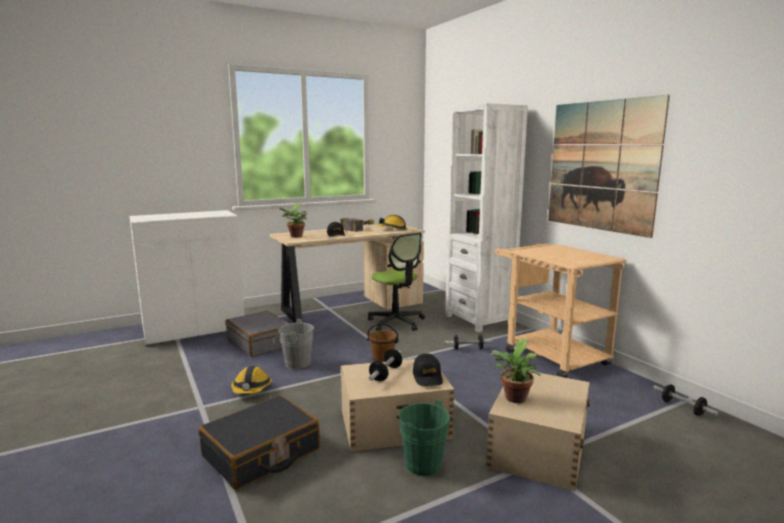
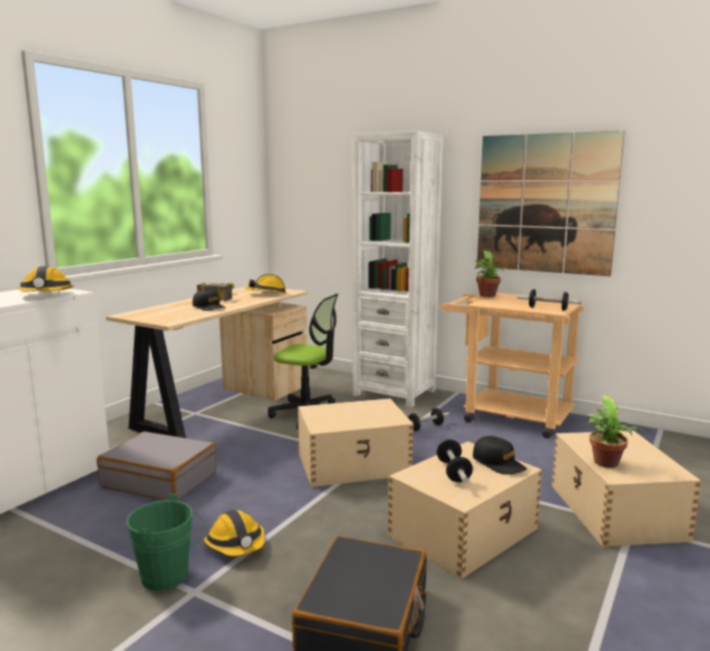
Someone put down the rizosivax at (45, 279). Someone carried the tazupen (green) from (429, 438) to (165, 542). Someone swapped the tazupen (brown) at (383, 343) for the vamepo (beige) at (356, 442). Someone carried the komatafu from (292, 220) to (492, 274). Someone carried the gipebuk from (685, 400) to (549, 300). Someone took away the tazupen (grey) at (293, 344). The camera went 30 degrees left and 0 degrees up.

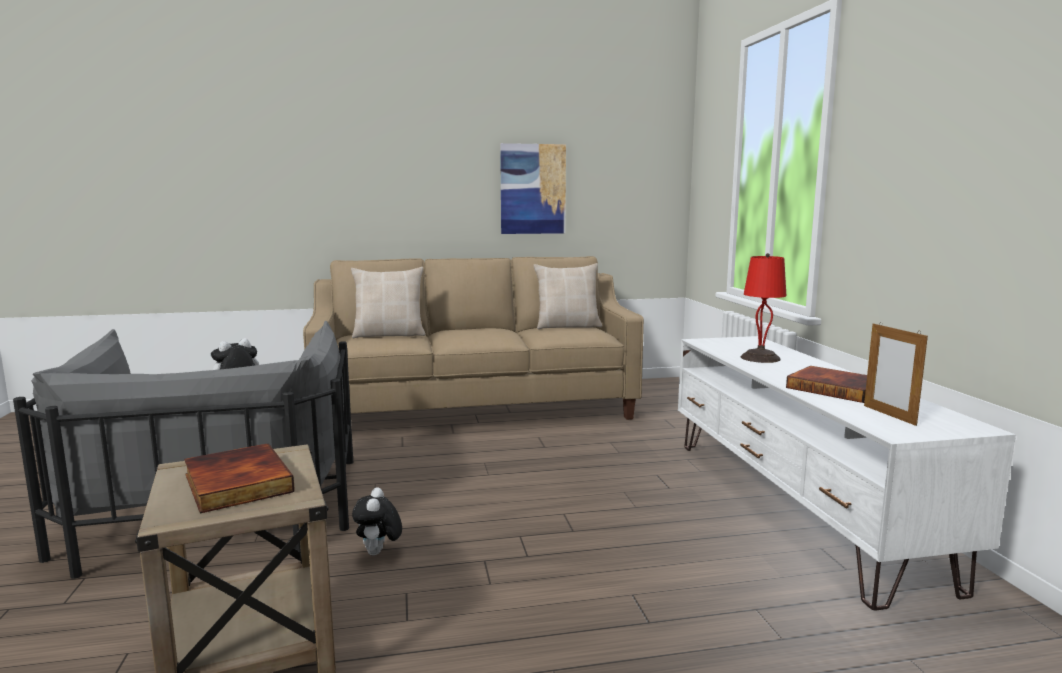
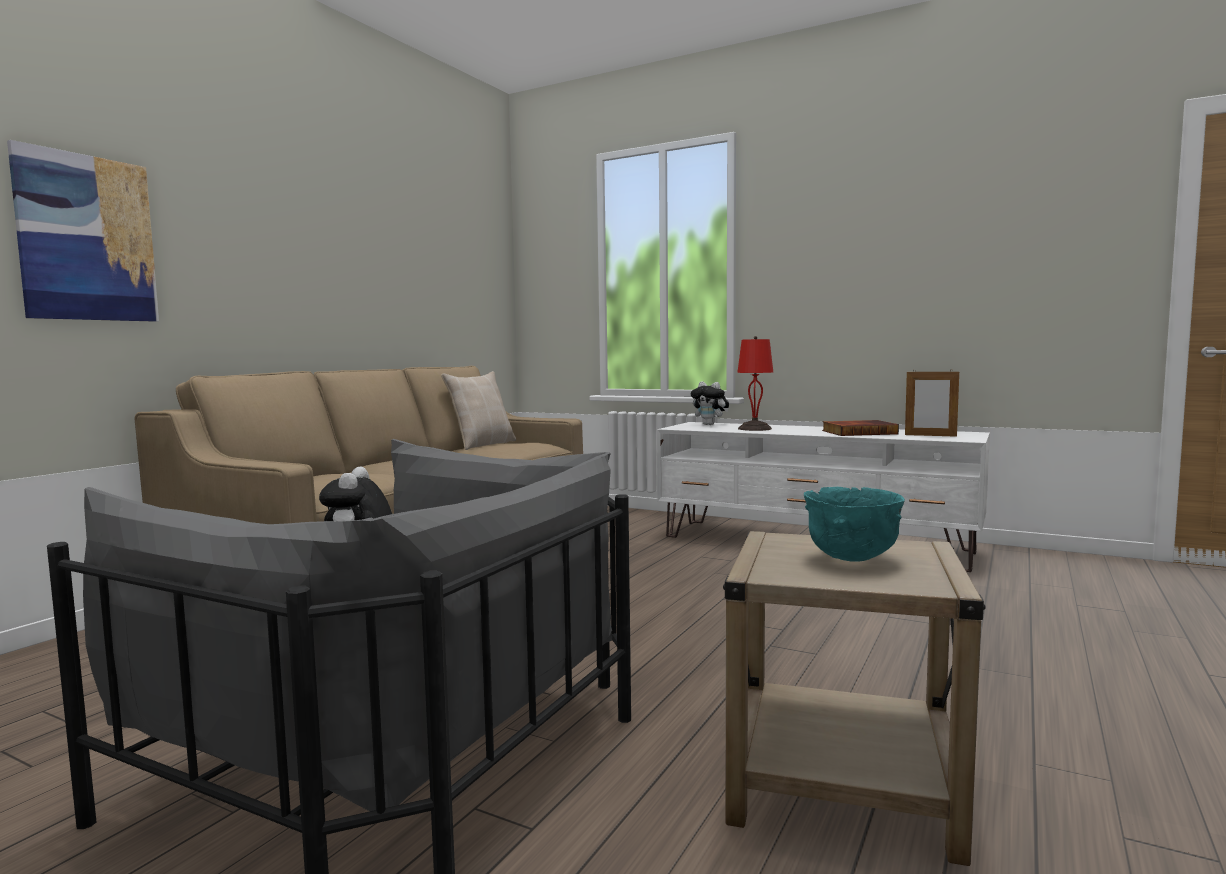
Someone carried the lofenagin from (533, 188) to (83, 231). Someone carried the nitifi from (377, 521) to (710, 403). Someone swapped the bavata at (239, 478) for the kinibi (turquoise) at (854, 524). Someone took away the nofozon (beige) at (388, 302). The camera went 50 degrees left and 5 degrees down.

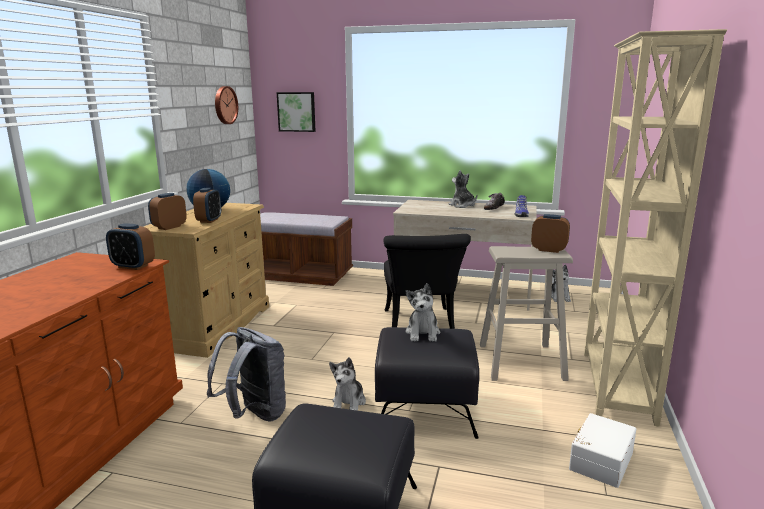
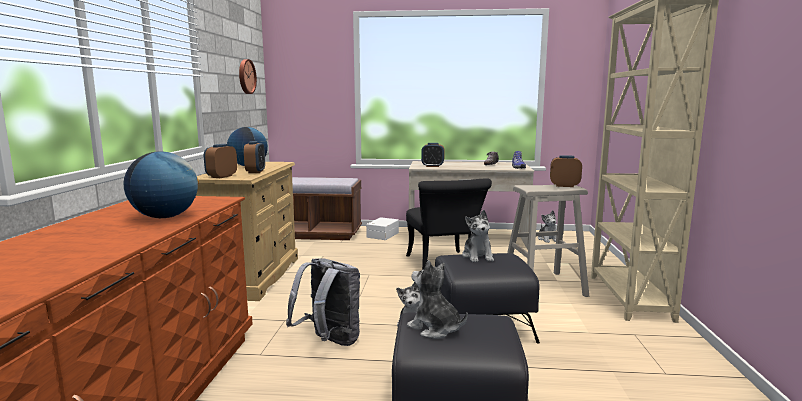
Someone put down the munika at (161, 184). Someone carried the vamepo (white) from (602, 450) to (382, 228). Someone carried the nitifi from (463, 189) to (437, 299). Someone carried the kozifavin from (130, 246) to (433, 155). Someone took away the lofenagin at (296, 112). The camera went 10 degrees left and 5 degrees down.

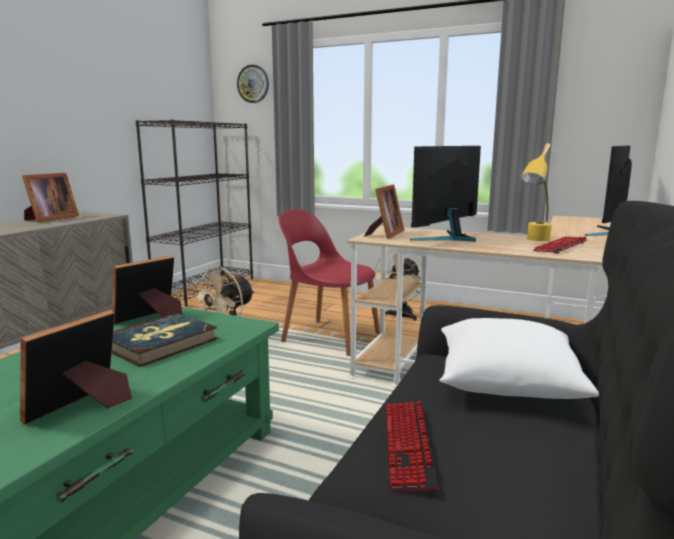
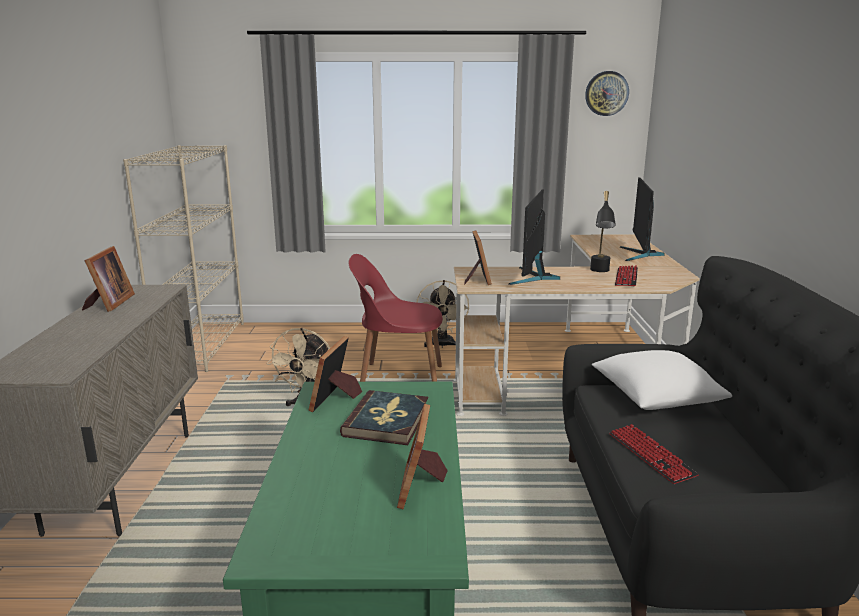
Someone repainted the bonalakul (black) at (194, 213), which became the bonalakul (beige) at (183, 258). Someone carried the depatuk from (253, 84) to (607, 93). Someone repainted the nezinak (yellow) at (536, 192), which became the nezinak (black) at (603, 231). The camera went 25 degrees left and 5 degrees up.

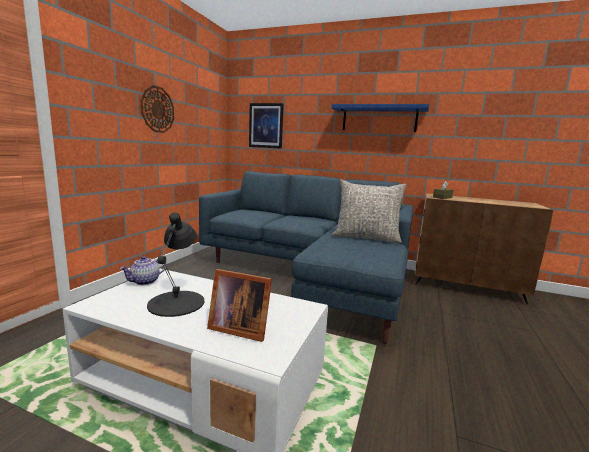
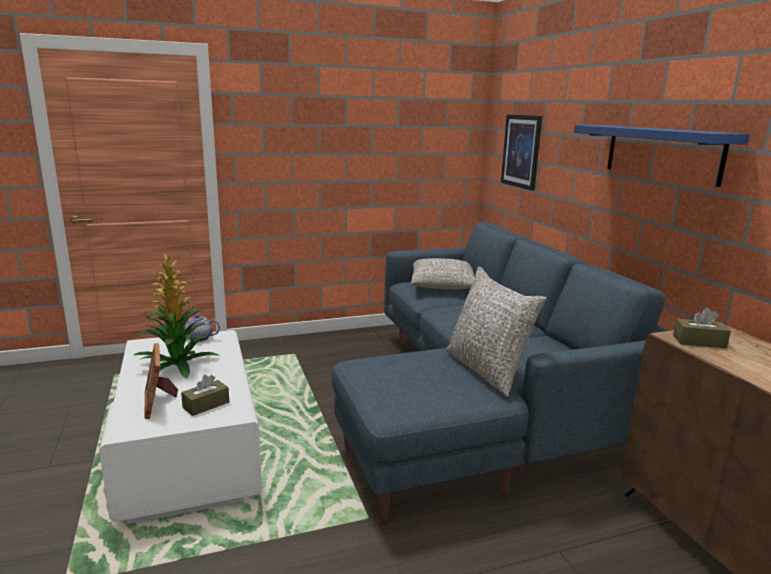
Someone swapped the nezinak (black) at (175, 264) for the komatafu at (176, 316). Someone put down the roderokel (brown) at (205, 395). Someone put down the nofozon (grey) at (443, 273). Someone took away the depatuk at (157, 109). The camera went 50 degrees right and 5 degrees up.

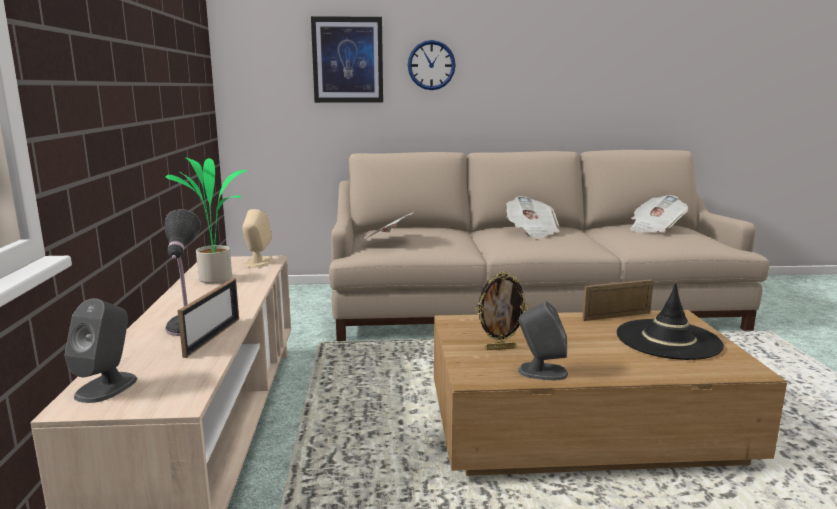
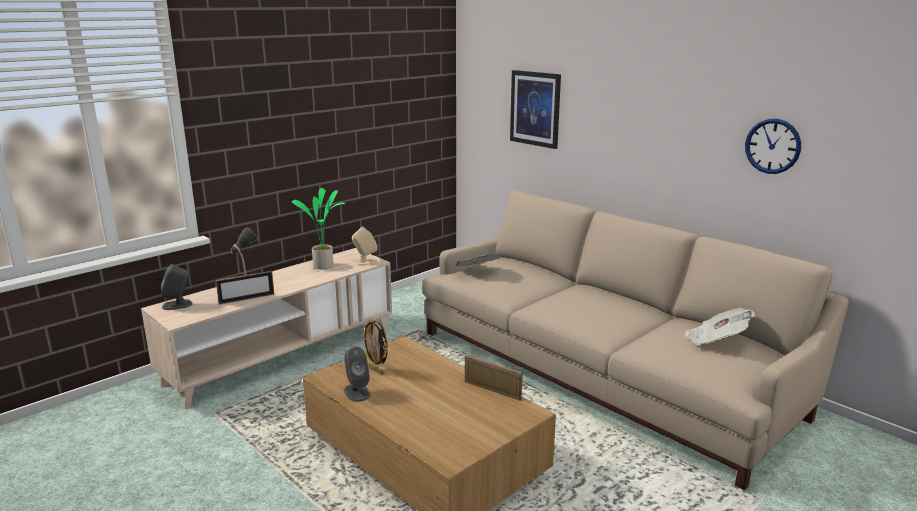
Someone carried the depatuk from (432, 65) to (773, 146). Someone took away the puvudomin at (533, 217). Someone took away the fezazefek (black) at (670, 321). The camera went 50 degrees right and 5 degrees up.

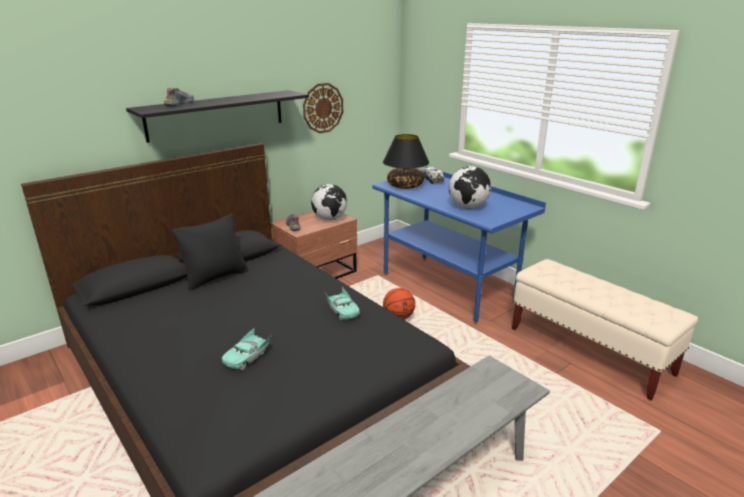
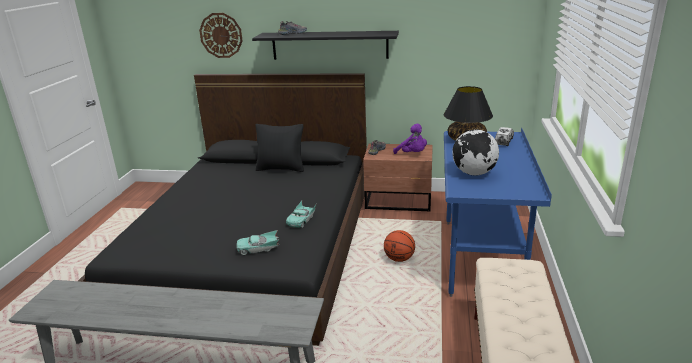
Someone carried the depatuk from (323, 108) to (221, 35). Someone carried the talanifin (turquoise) from (247, 348) to (258, 242). Someone swapped the munika at (329, 202) for the nitifi (purple) at (410, 139). The camera went 50 degrees right and 0 degrees up.

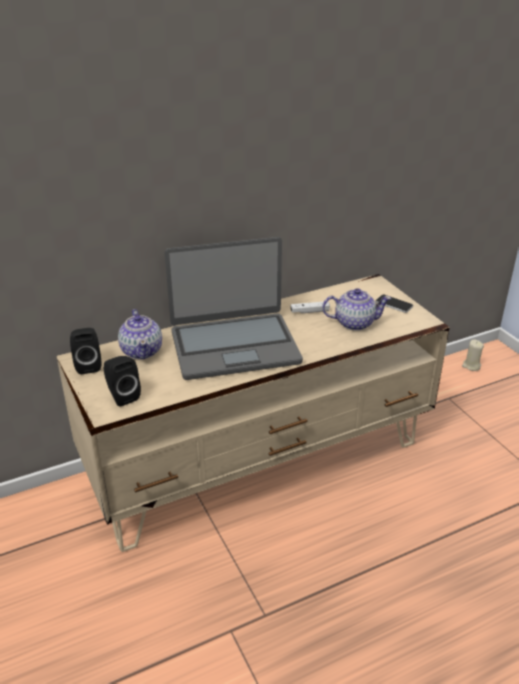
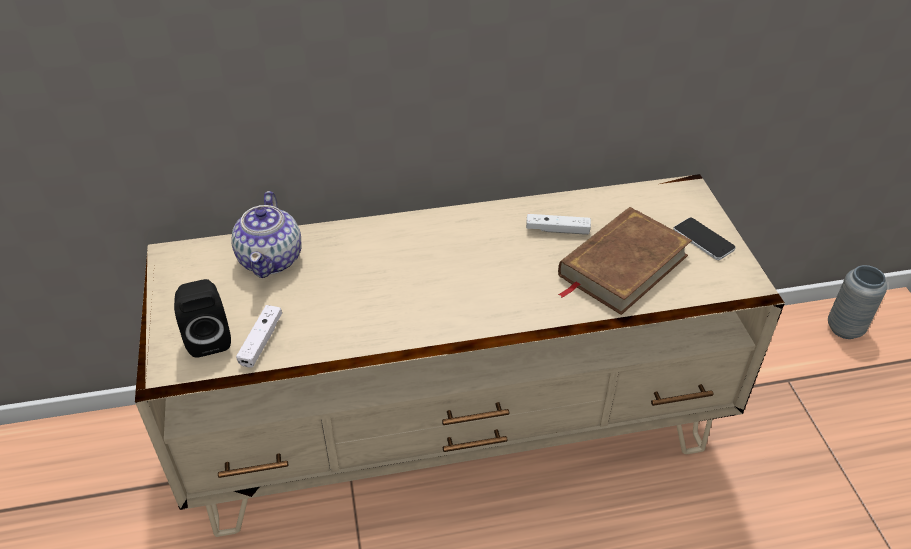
Someone put down the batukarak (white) at (259, 336). Someone swapped the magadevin at (356, 309) for the bavata (brown) at (625, 261). Someone swapped the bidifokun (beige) at (473, 355) for the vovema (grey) at (857, 302). Someone took away the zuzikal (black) at (86, 351). Someone took away the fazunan at (234, 308). The camera went 15 degrees right and 10 degrees up.

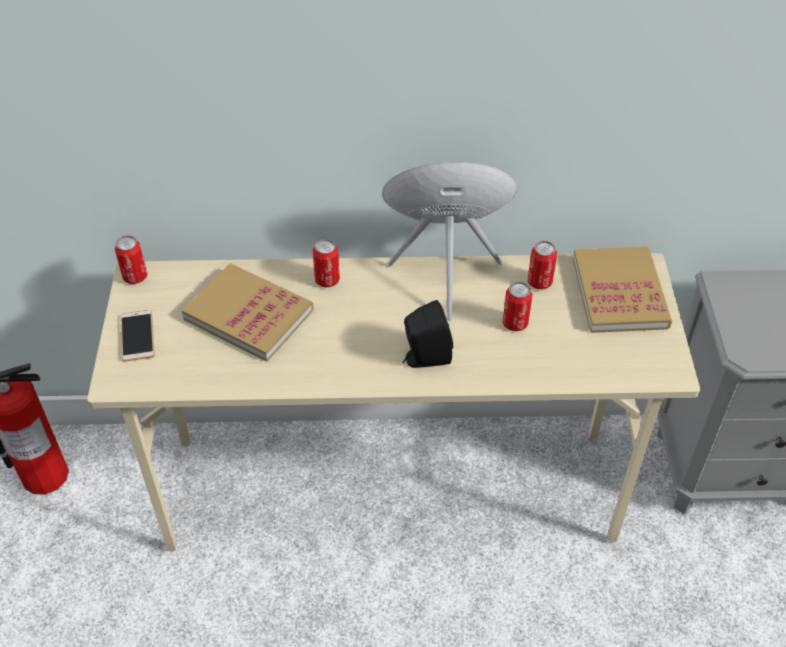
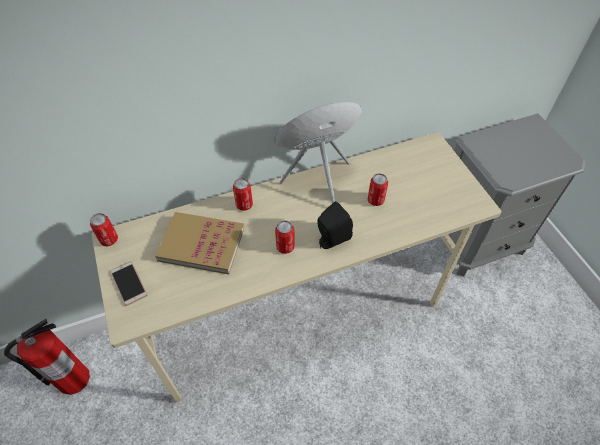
Someone carried the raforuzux from (542, 265) to (285, 237). Someone took away the bavata at (622, 290). The camera went 20 degrees left and 5 degrees up.

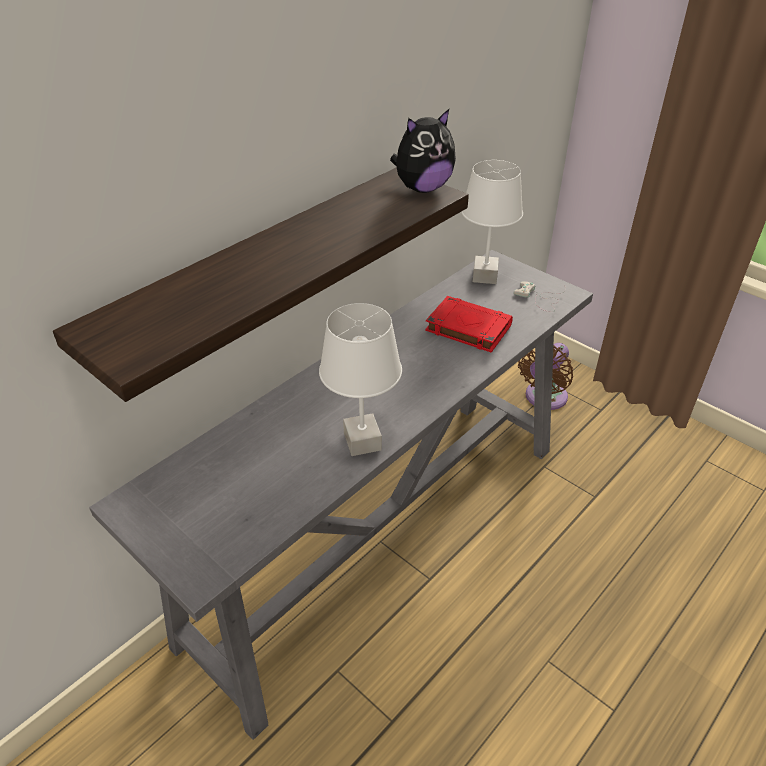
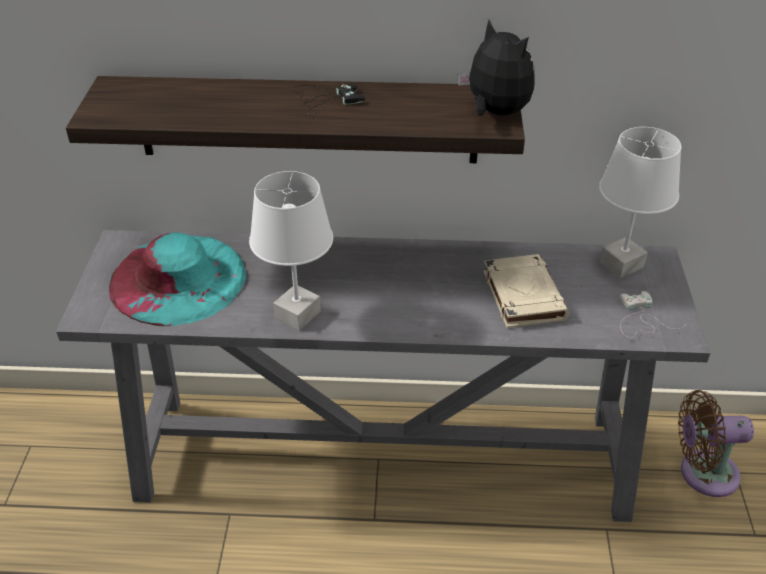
Someone put down the fezazefek (turquoise) at (178, 279). Someone put down the batukarak (black) at (328, 102). Someone rotated the nitifi at (423, 151) by 150 degrees counterclockwise. Someone repainted the bavata (red) at (469, 324), which became the bavata (beige) at (526, 291). The camera went 50 degrees right and 0 degrees up.

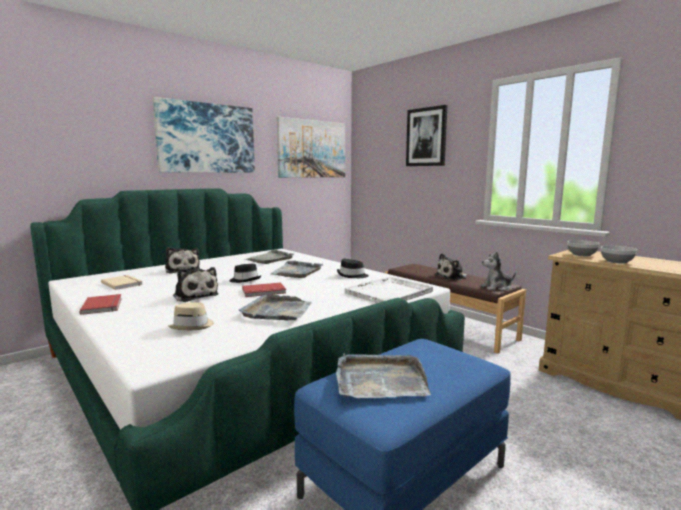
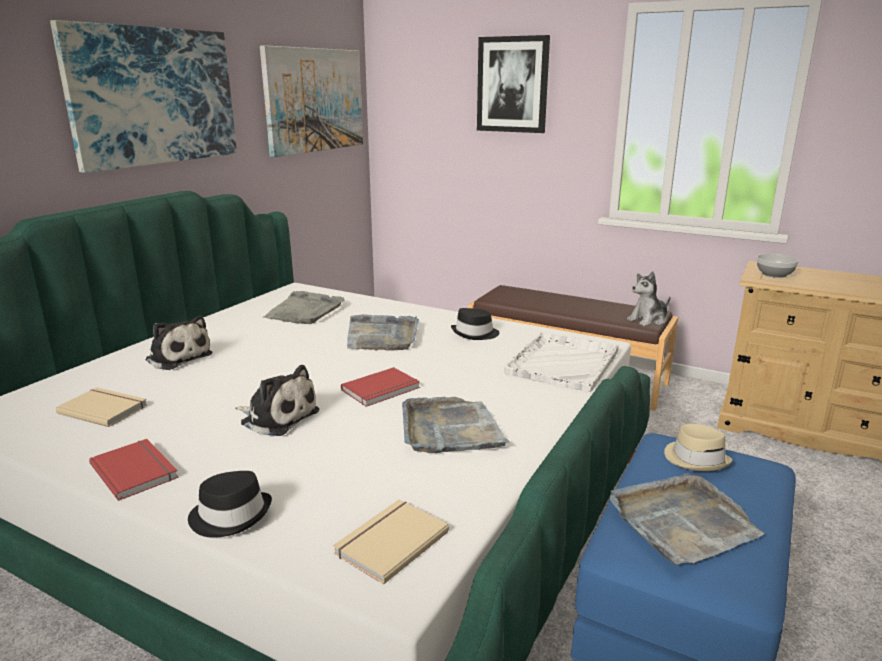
Someone carried the fezazefek (black) from (245, 273) to (230, 504). Someone put down the bavata (beige) at (391, 542). Someone carried the fezazefek (beige) from (191, 316) to (698, 447). Someone took away the nitifi at (451, 266). Someone took away the kinibi at (619, 255). The camera went 20 degrees left and 10 degrees up.

